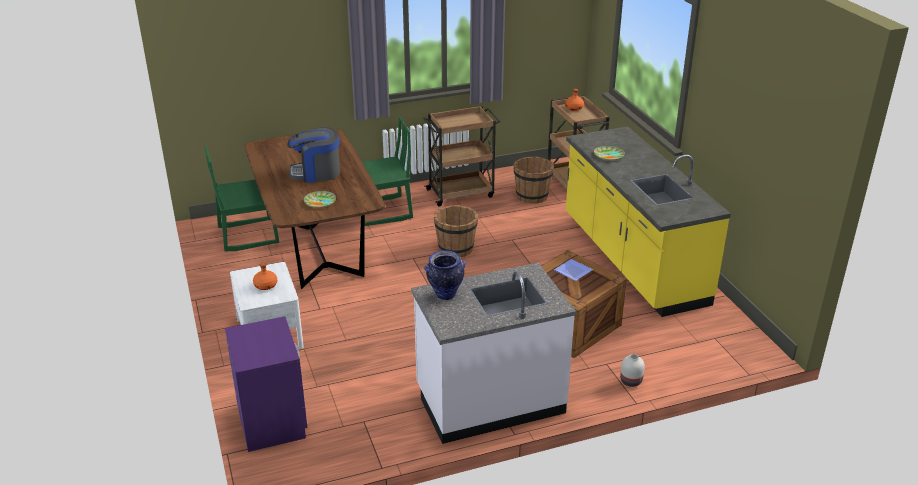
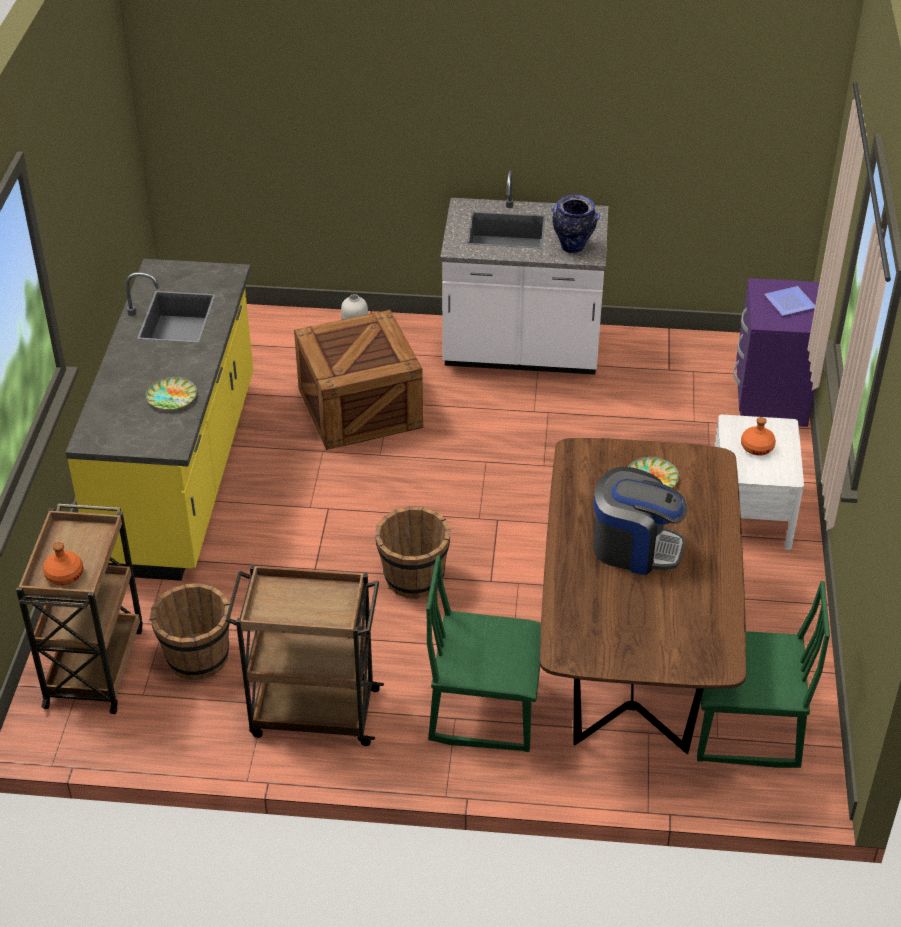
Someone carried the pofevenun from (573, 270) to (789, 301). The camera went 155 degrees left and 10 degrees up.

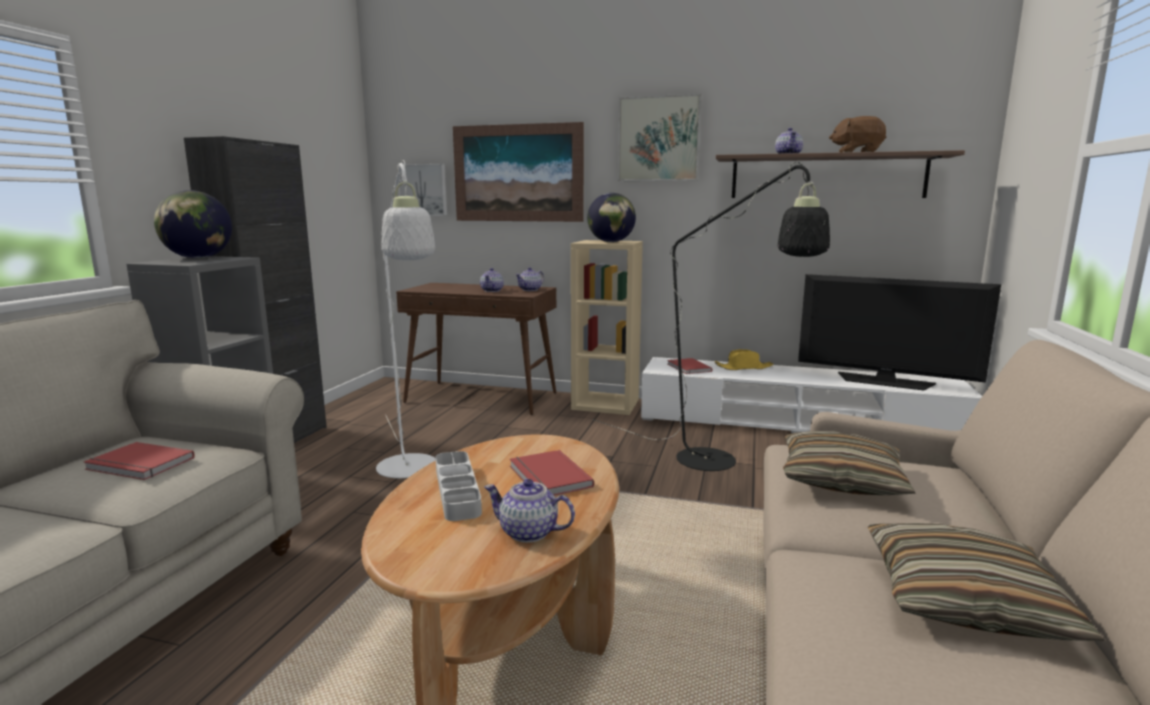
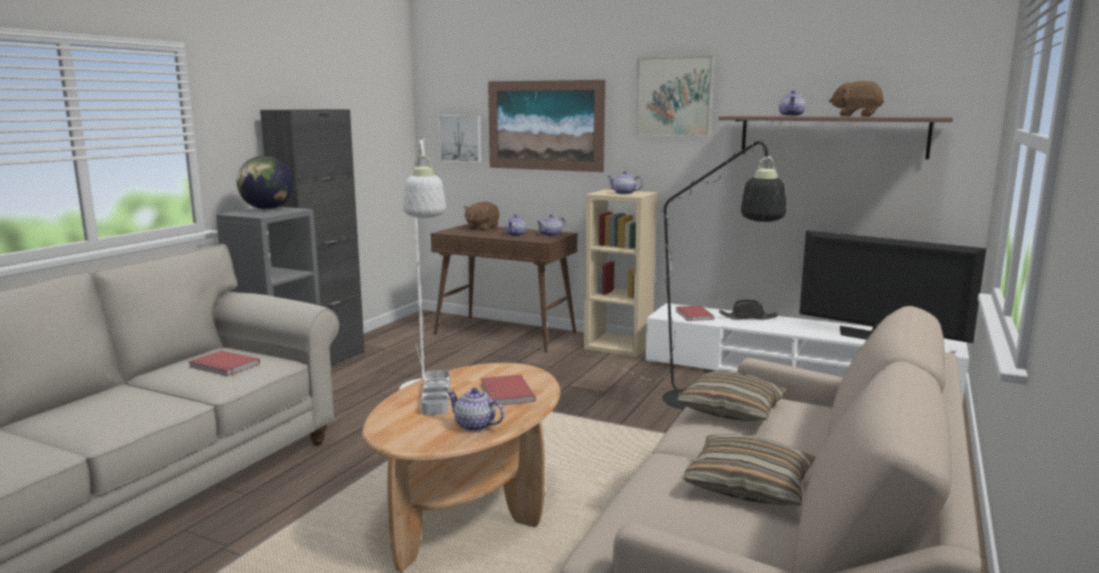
Someone put down the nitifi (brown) at (481, 216). Someone swapped the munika at (611, 217) for the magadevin at (625, 182). Someone repainted the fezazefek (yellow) at (744, 359), which became the fezazefek (black) at (748, 310). The camera went 10 degrees right and 0 degrees up.

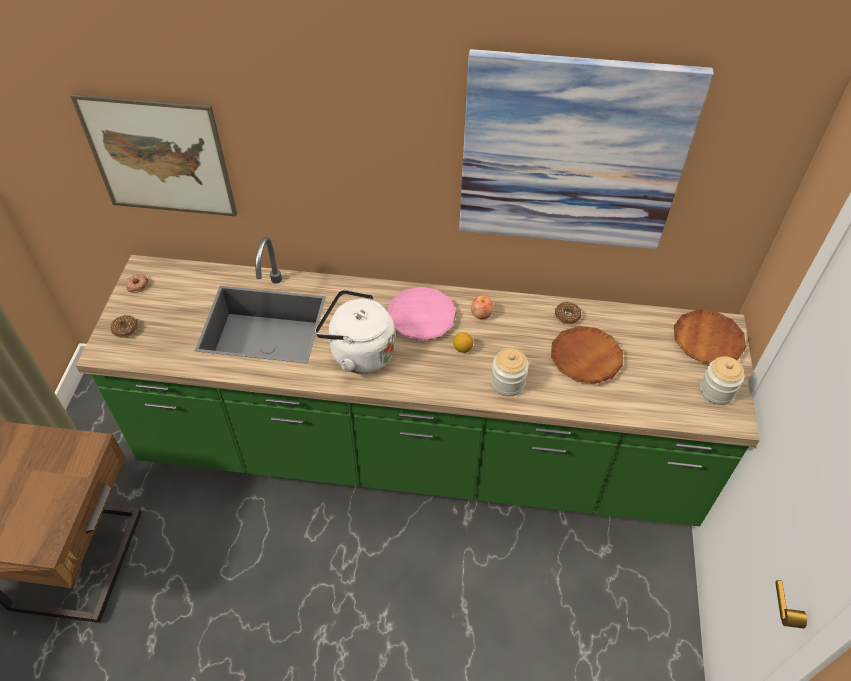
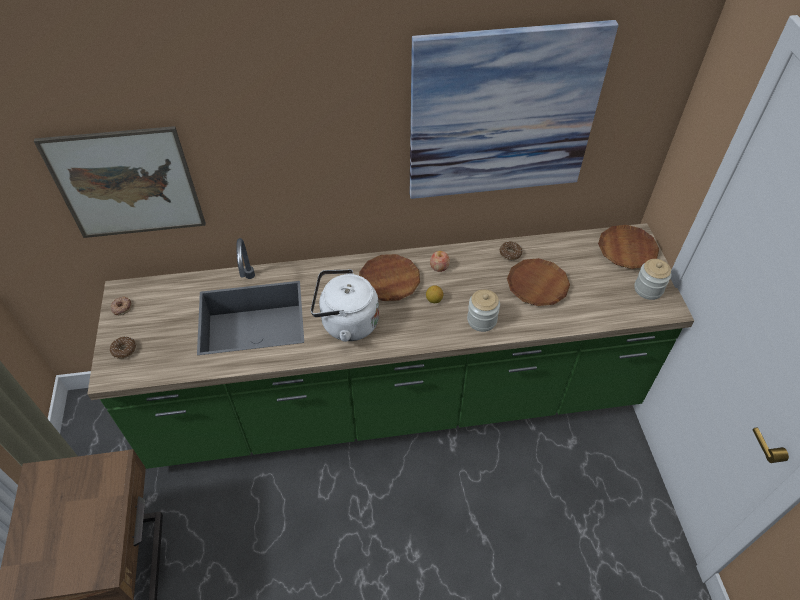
Someone repainted the pofevenun (pink) at (422, 314), which became the pofevenun (brown) at (389, 277). The camera went 15 degrees left and 0 degrees up.

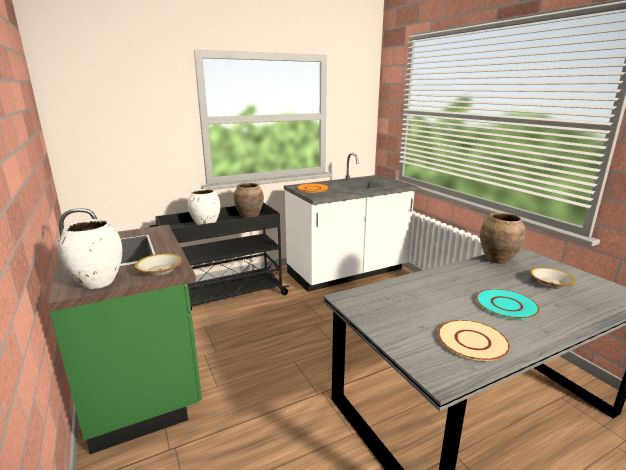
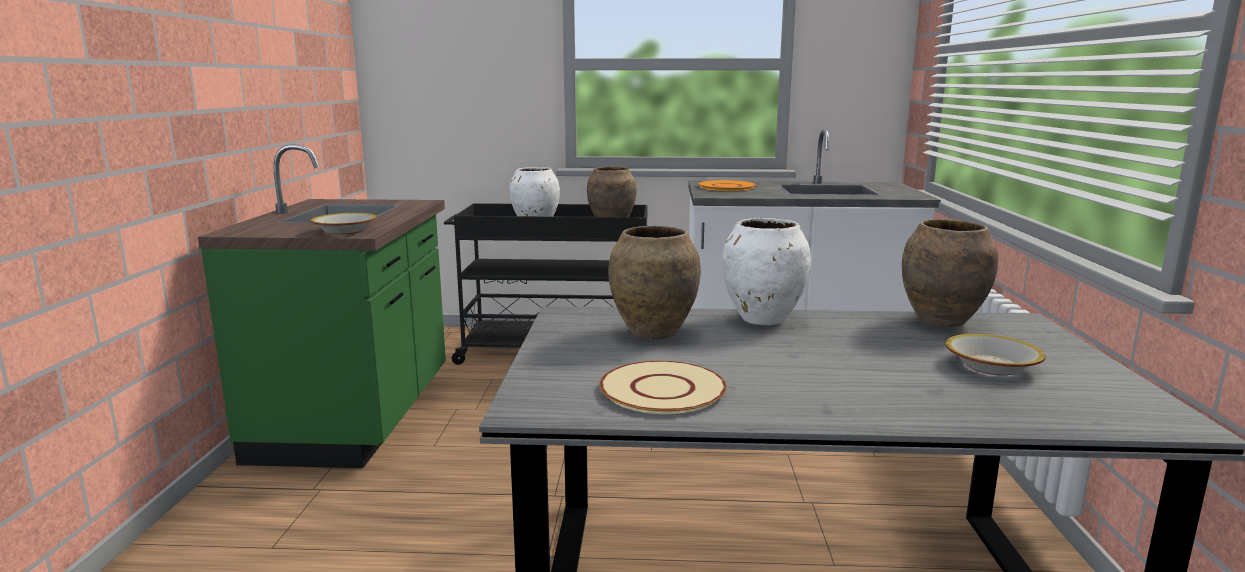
Someone put down the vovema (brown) at (654, 283). Someone carried the vovema (white) from (90, 254) to (766, 271). Someone took away the pofevenun (turquoise) at (508, 304). The camera went 30 degrees right and 5 degrees down.

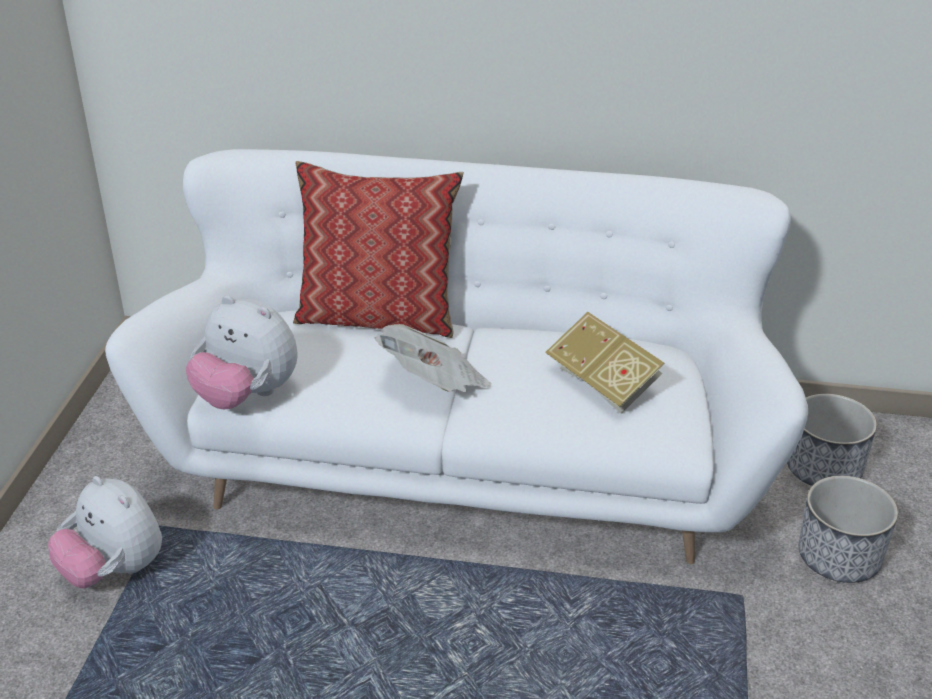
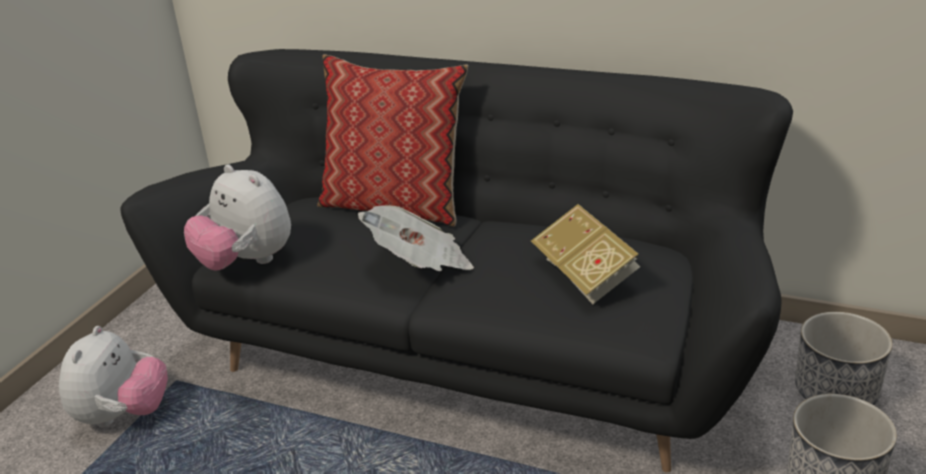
Someone rotated the nitifi at (105, 532) by 135 degrees counterclockwise. Someone repainted the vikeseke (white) at (456, 356), which became the vikeseke (black) at (456, 261). The camera went 15 degrees right and 5 degrees down.

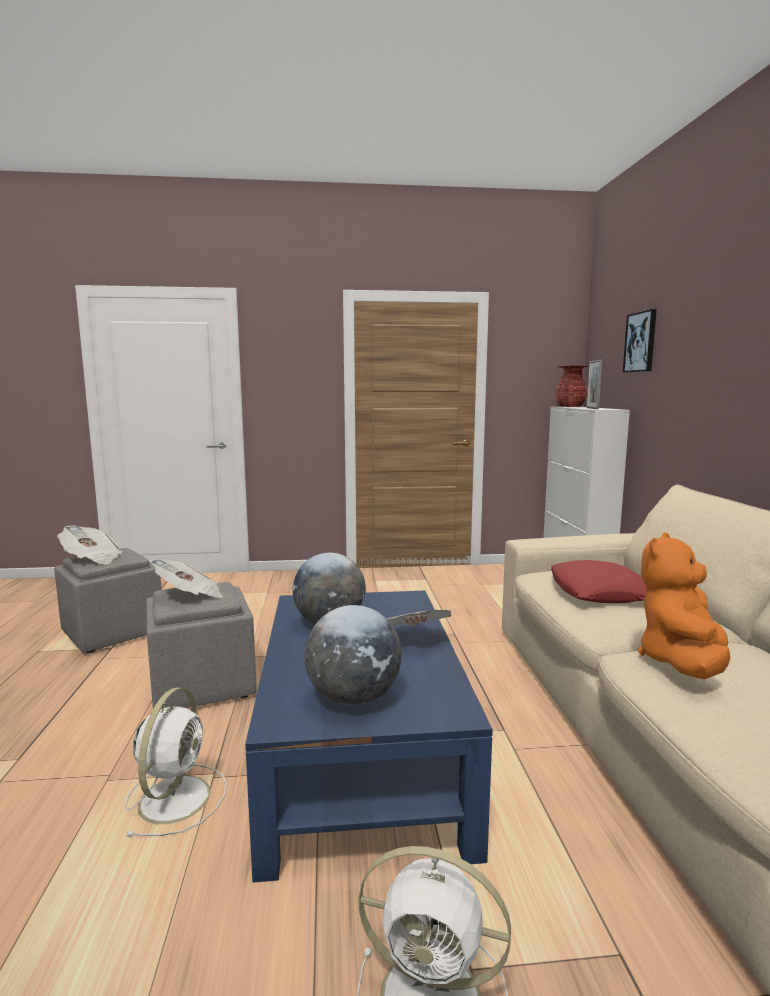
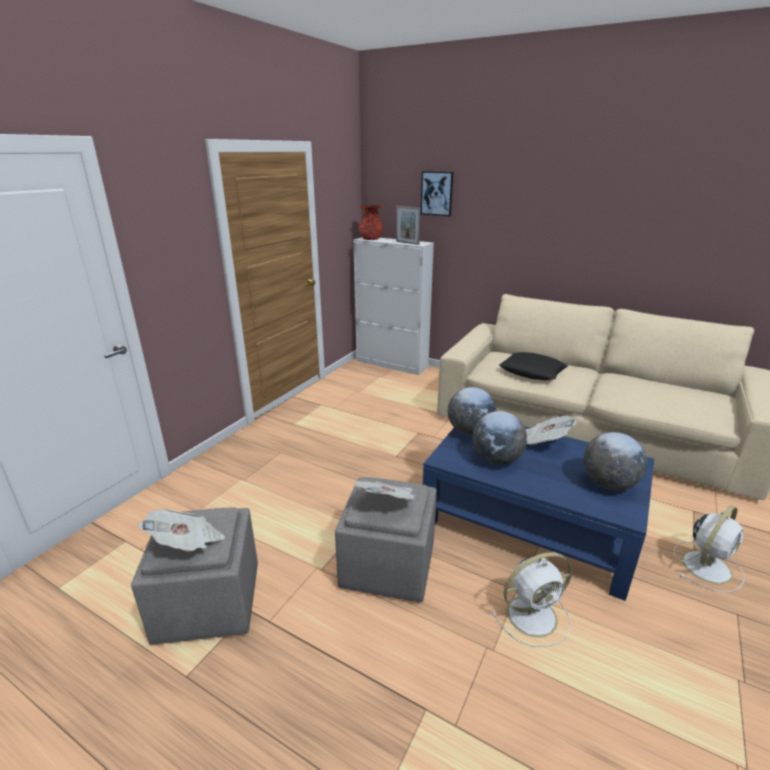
Someone put down the munika at (472, 411). Someone rotated the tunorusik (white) at (176, 762) by 120 degrees clockwise. Someone repainted the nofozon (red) at (599, 581), which became the nofozon (black) at (533, 366). Someone took away the nitifi (orange) at (684, 605). The camera went 55 degrees left and 15 degrees up.

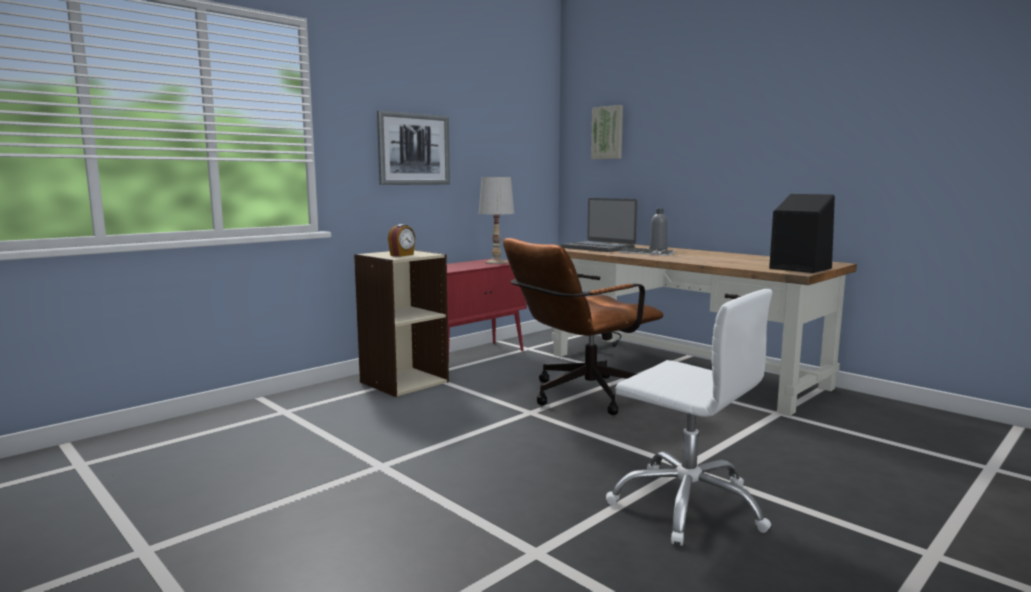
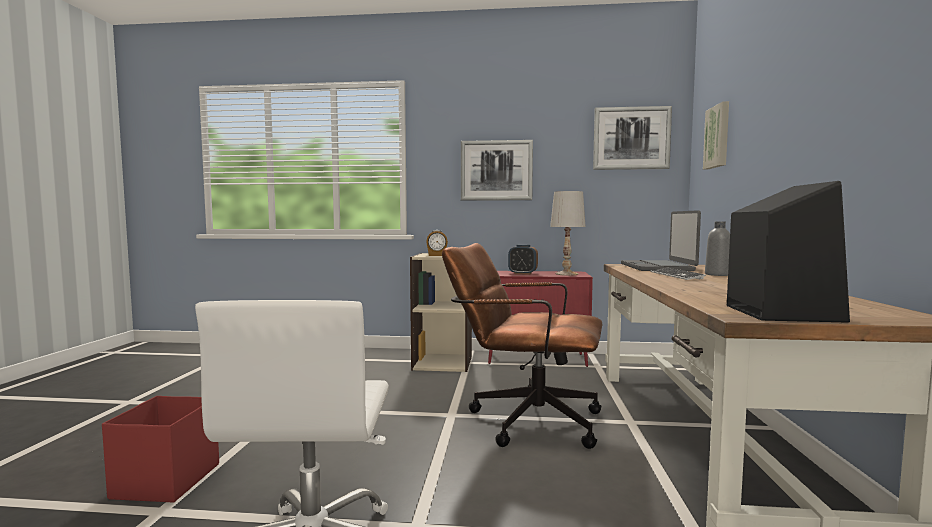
Someone put down the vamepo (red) at (160, 449). Someone put down the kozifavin at (523, 259). Someone put up the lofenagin at (632, 138). The camera went 50 degrees right and 5 degrees down.

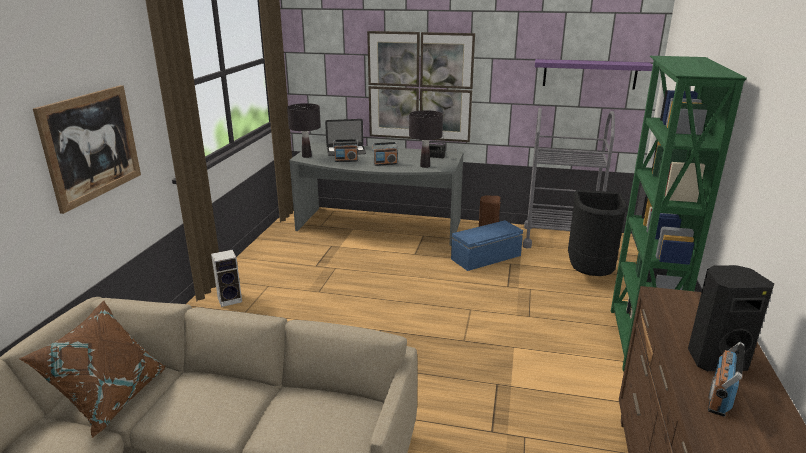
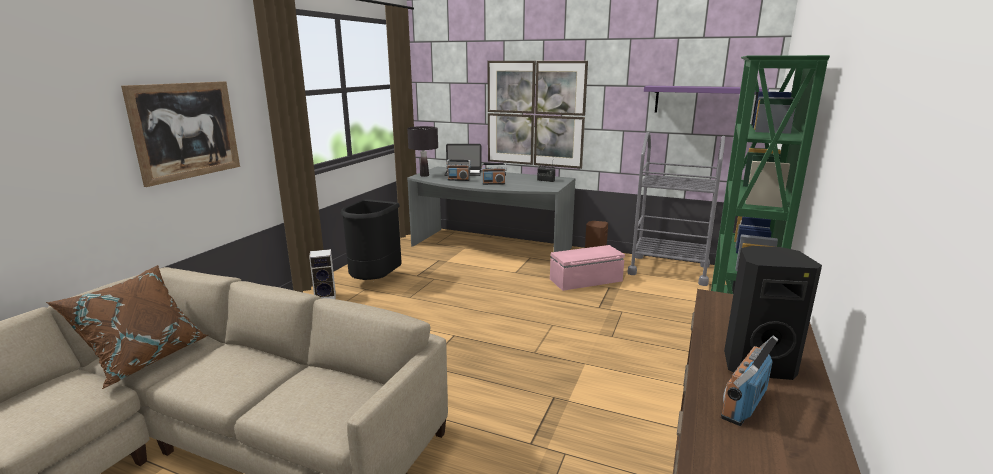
Someone carried the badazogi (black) from (598, 233) to (371, 239). Someone repainted the vamepo (blue) at (487, 245), which became the vamepo (pink) at (587, 268). Someone took away the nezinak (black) at (426, 139). The camera went 10 degrees right and 5 degrees down.

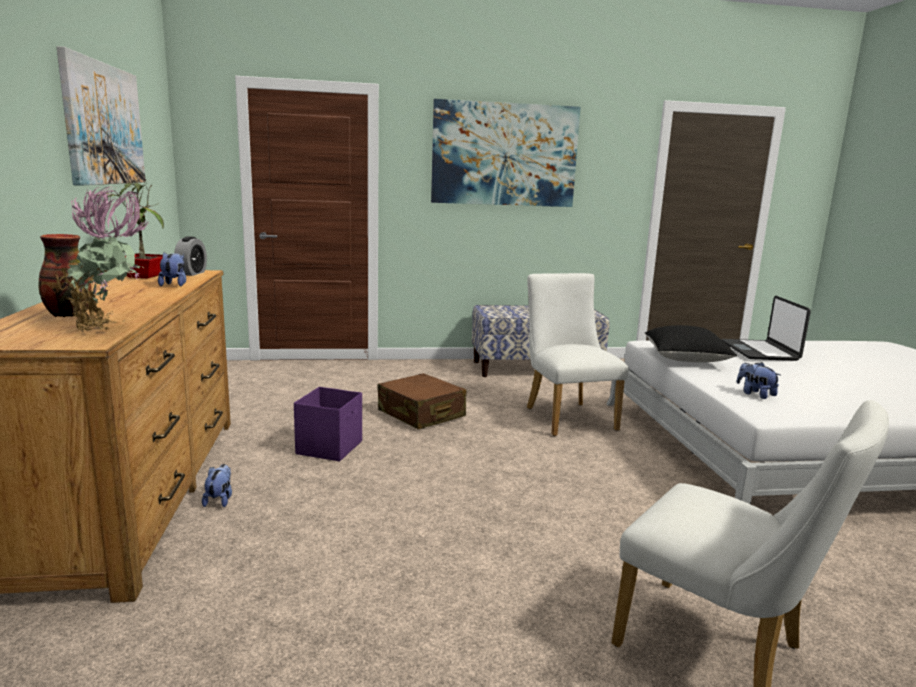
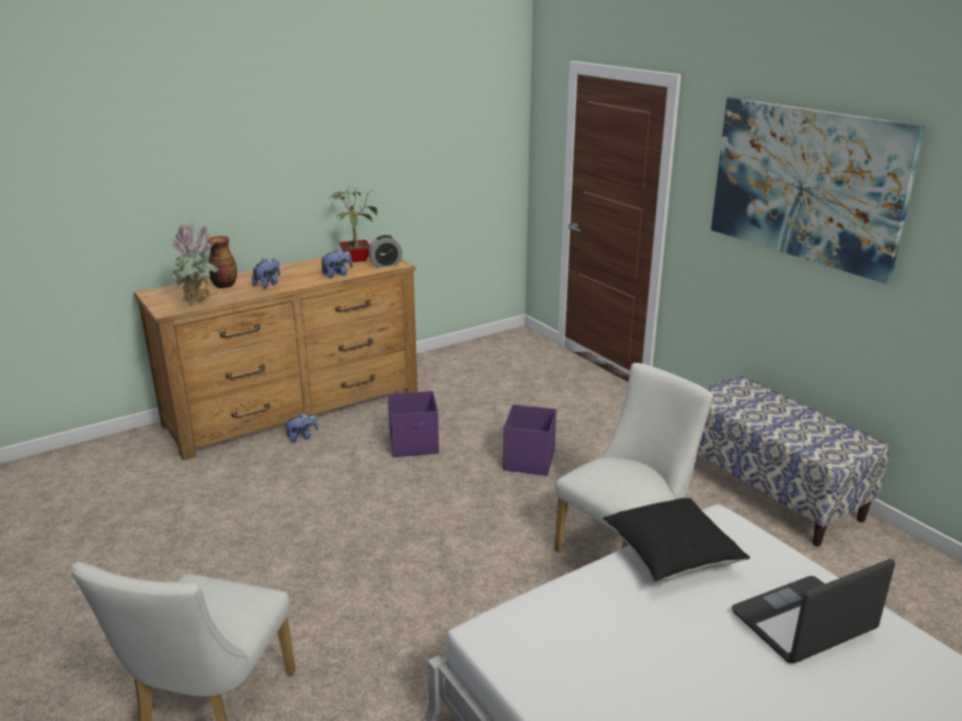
Someone carried the nitifi from (758, 380) to (266, 273). Someone swapped the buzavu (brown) at (422, 401) for the vamepo (purple) at (529, 440). Someone took away the lofenagin at (101, 116). The camera went 65 degrees right and 10 degrees up.

